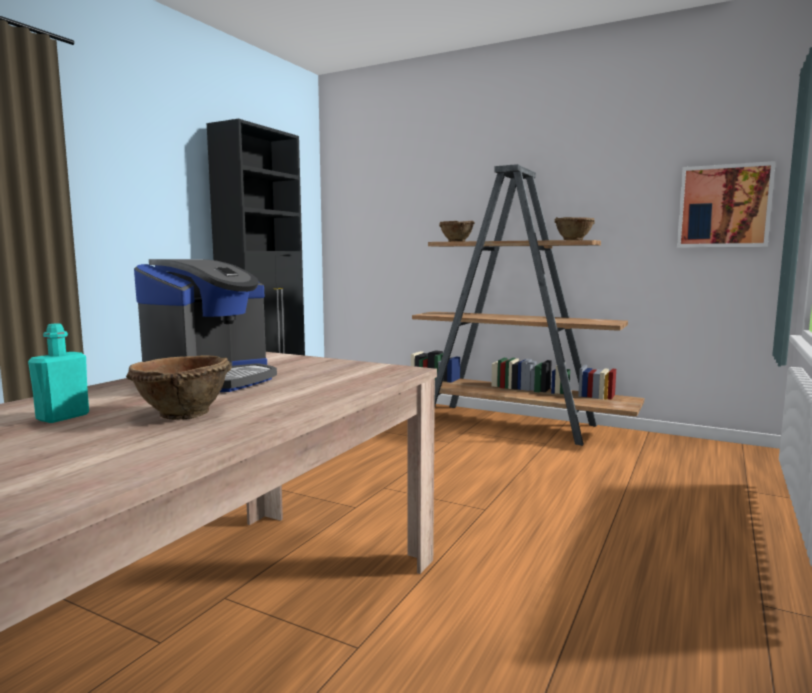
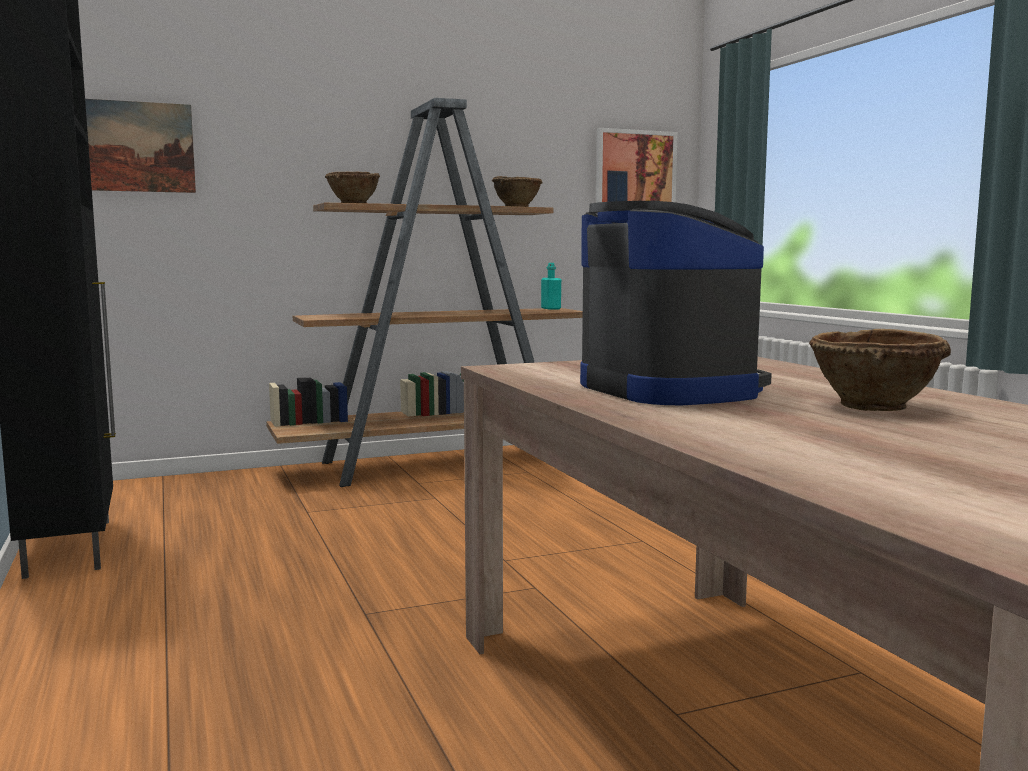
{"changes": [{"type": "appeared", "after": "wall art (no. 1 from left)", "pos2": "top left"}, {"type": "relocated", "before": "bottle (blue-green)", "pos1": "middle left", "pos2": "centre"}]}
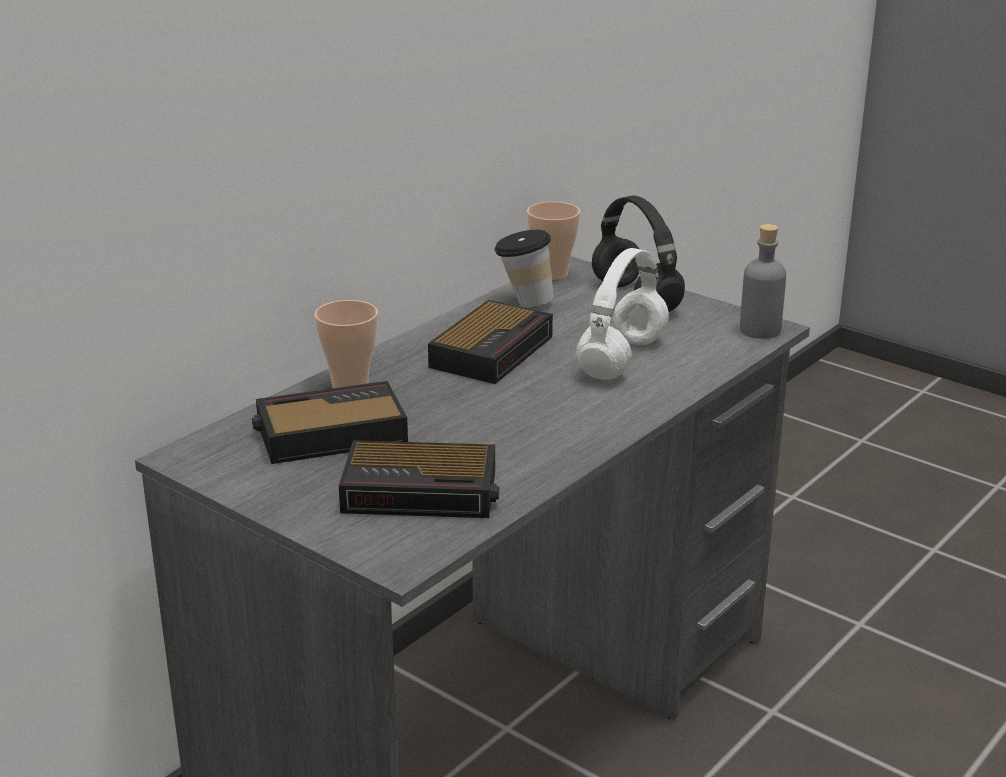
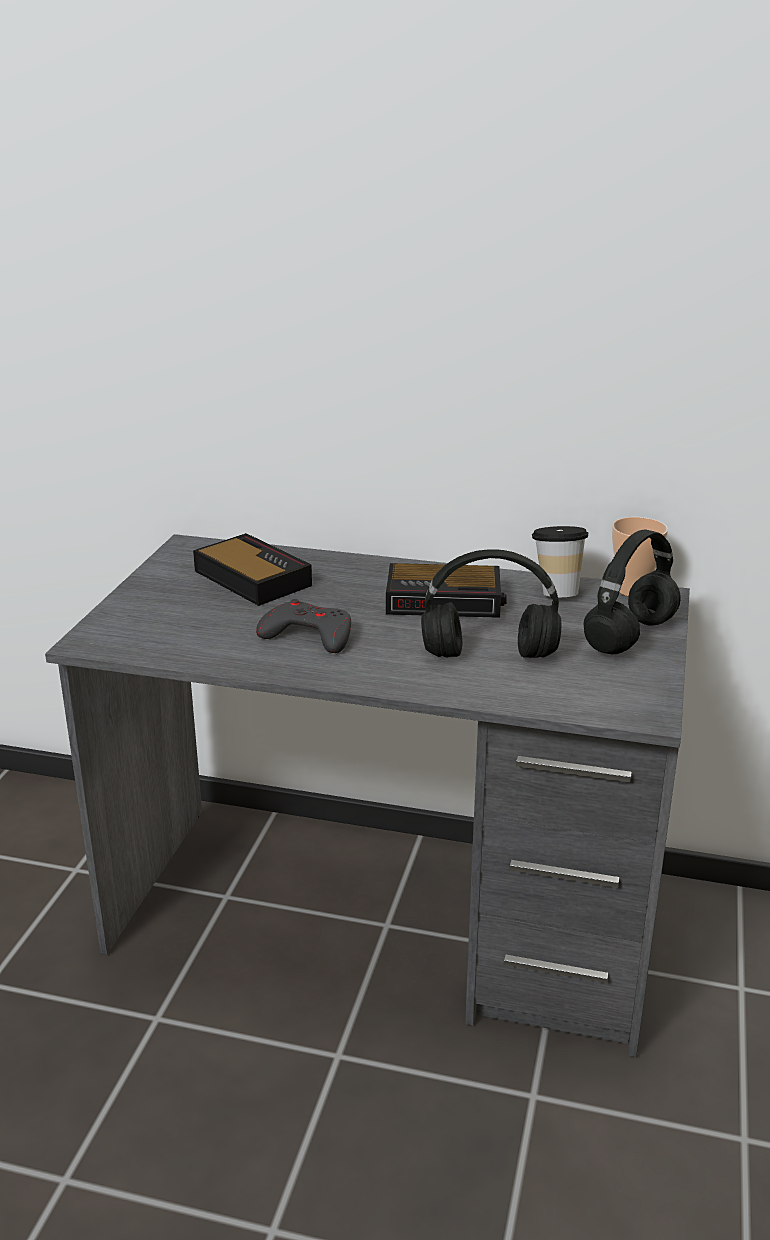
{"changes": [{"type": "missing", "before": "cup (no. 1 from left)", "pos1": "centre"}, {"type": "missing", "before": "bedside clock (no. 2 from left)", "pos1": "centre"}, {"type": "missing", "before": "bottle (grey)", "pos1": "middle right"}, {"type": "appeared", "after": "game controller (grey)", "pos2": "centre"}, {"type": "colour", "before": "pair of headphones (whitish)", "after": "pair of headphones (black-coloured) (no. 1 from left)", "pos1": "centre", "pos2": "centre"}]}
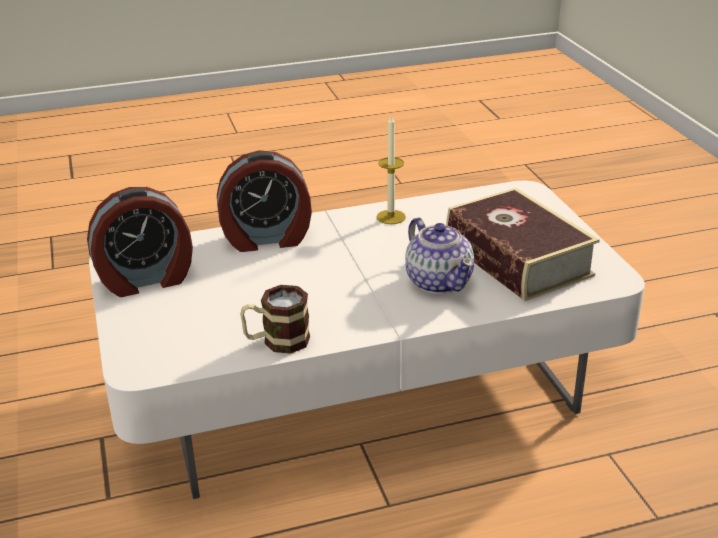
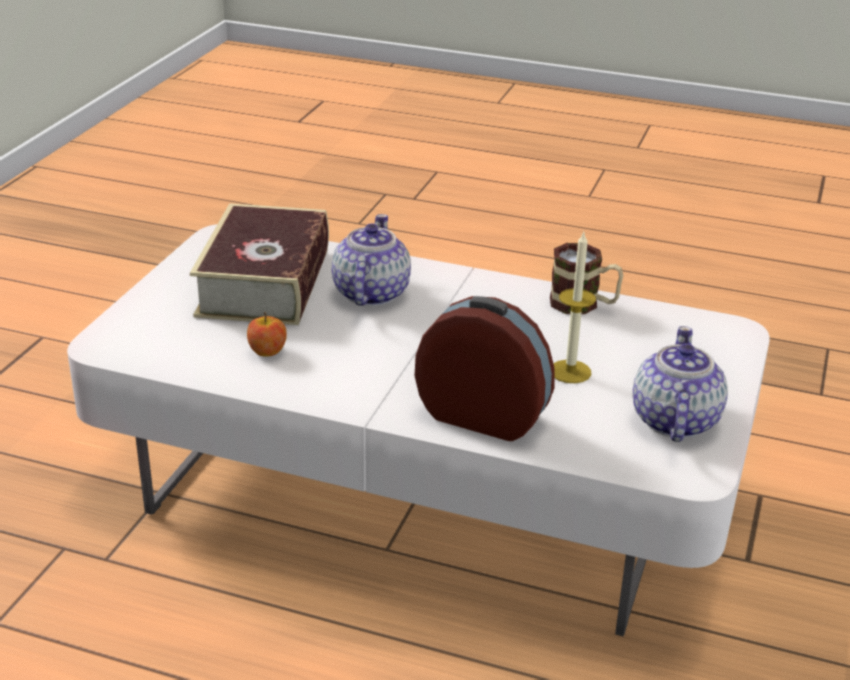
{"changes": [{"type": "appeared", "after": "apple fruit", "pos2": "middle left"}, {"type": "relocated", "before": "candle", "pos1": "top centre", "pos2": "middle right"}, {"type": "exchanged", "before": "bedside clock (no. 1 from left)", "after": "teapot (no. 2 from left)", "pos1": "middle left", "pos2": "middle right"}]}
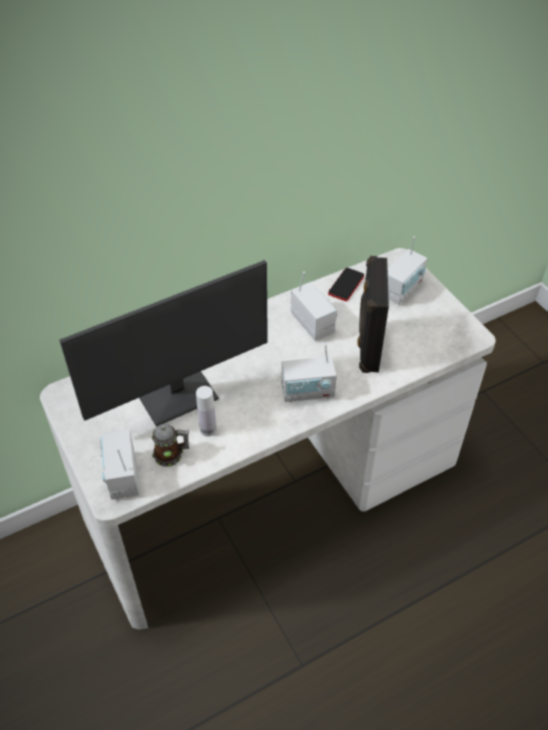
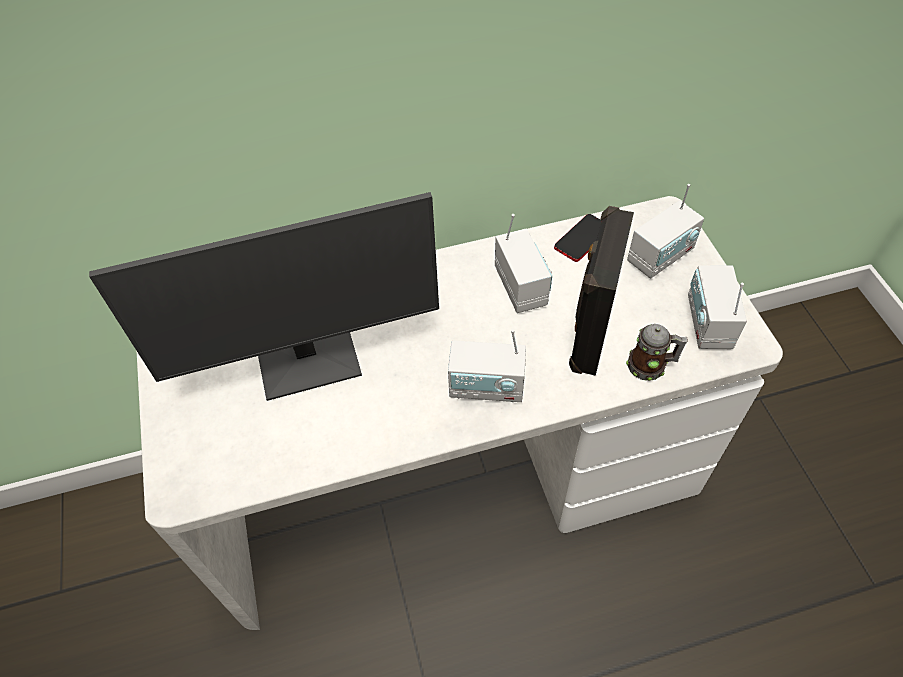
{"changes": [{"type": "missing", "before": "bottle (whitish)", "pos1": "centre"}, {"type": "relocated", "before": "radio set (no. 1 from left in the first image)", "after": "radio set (no. 4 from left)", "pos1": "middle left", "pos2": "middle right"}, {"type": "relocated", "before": "coffee mug", "pos1": "middle left", "pos2": "middle right"}]}
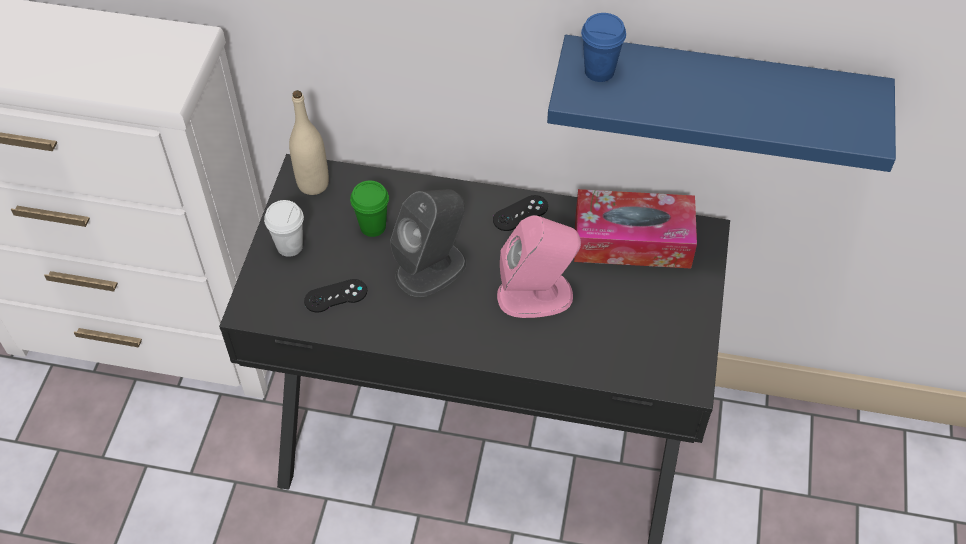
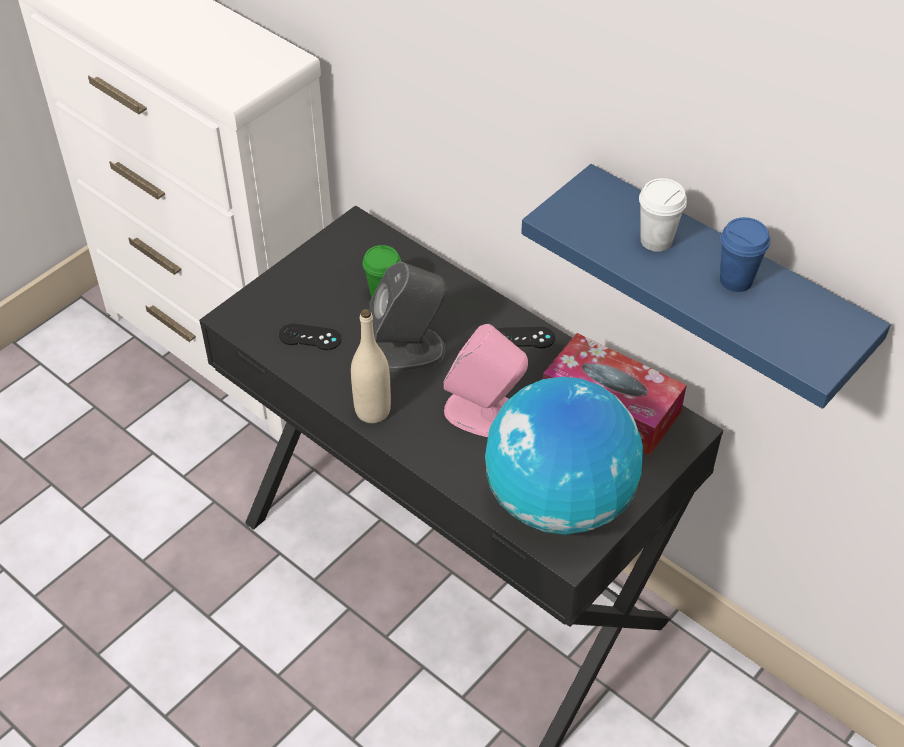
{"changes": [{"type": "appeared", "after": "globe", "pos2": "centre"}, {"type": "relocated", "before": "cup (whitish)", "pos1": "middle left", "pos2": "top right"}, {"type": "relocated", "before": "bottle (beige)", "pos1": "top left", "pos2": "centre"}, {"type": "relocated", "before": "cup (blue)", "pos1": "top centre", "pos2": "middle right"}]}
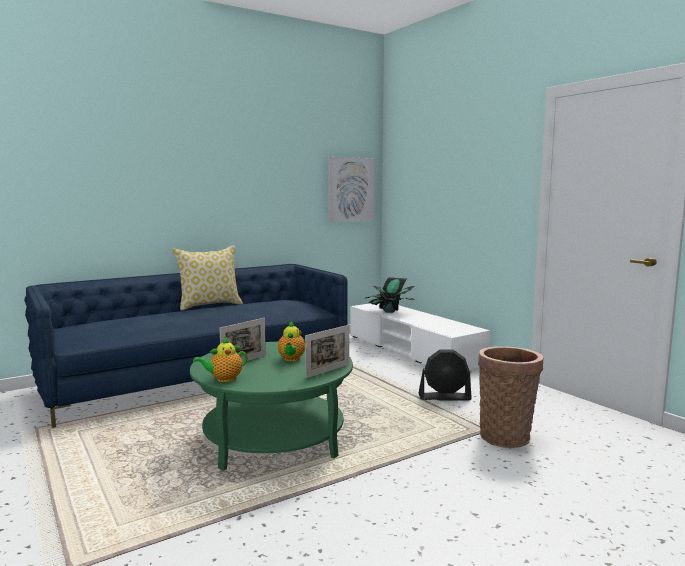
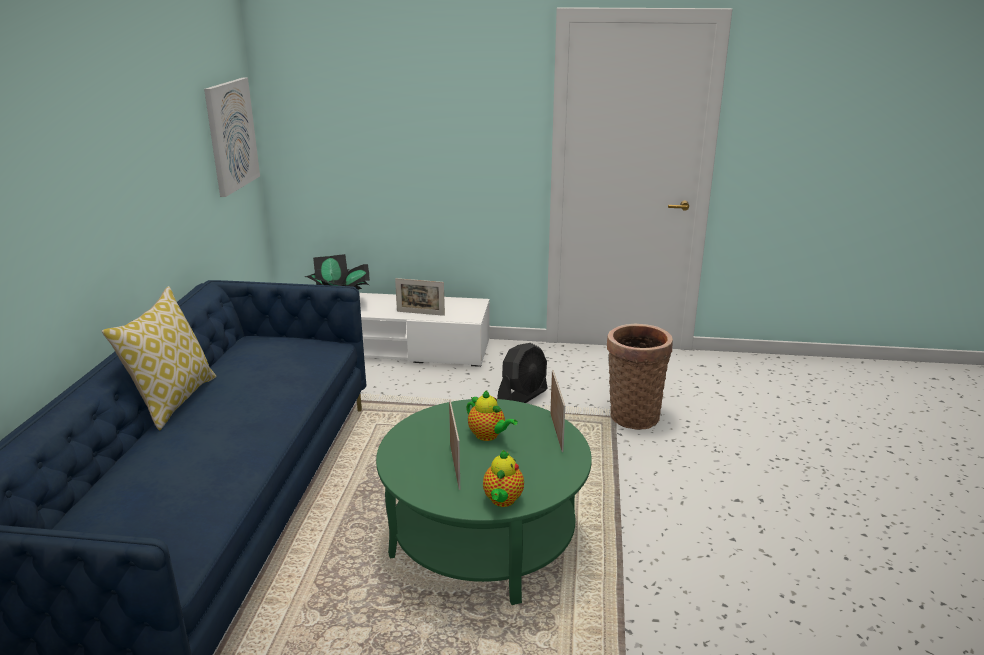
{"changes": [{"type": "appeared", "after": "picture frame (no. 1 from left)", "pos2": "centre"}]}
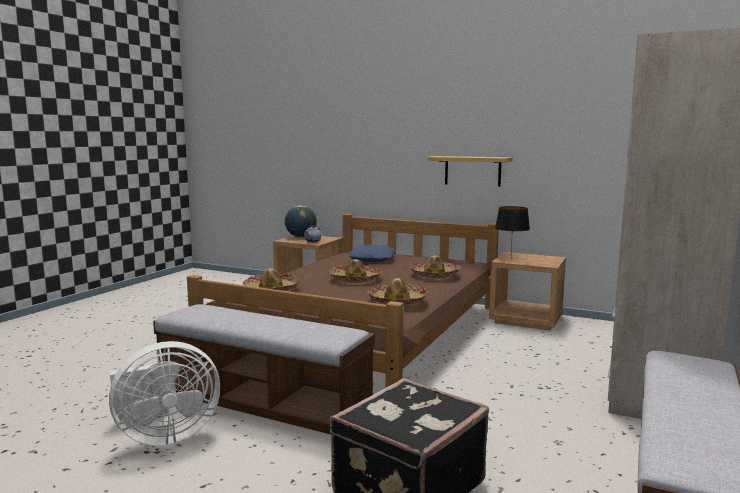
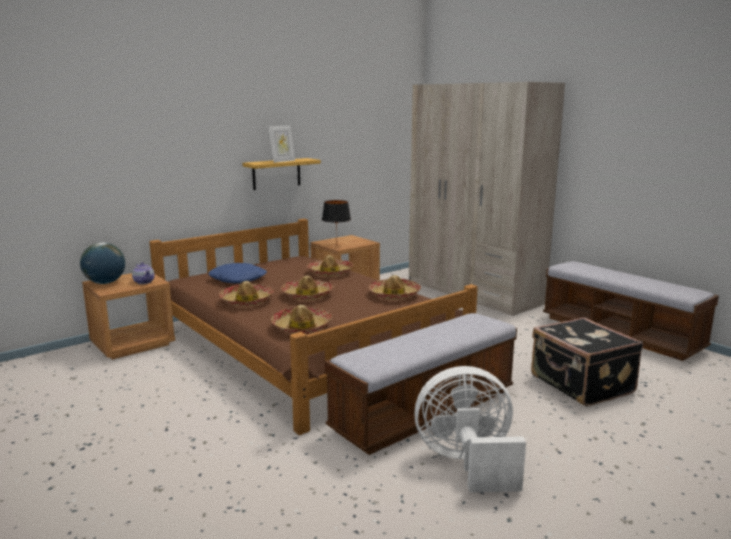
{"changes": [{"type": "appeared", "after": "clothing hat (no. 1 from left)", "pos2": "centre"}, {"type": "appeared", "after": "picture frame", "pos2": "top centre"}, {"type": "spun", "before": "cooling fan (whitish)", "pos1": "bottom left", "pos2": "bottom centre", "turn": -90}]}
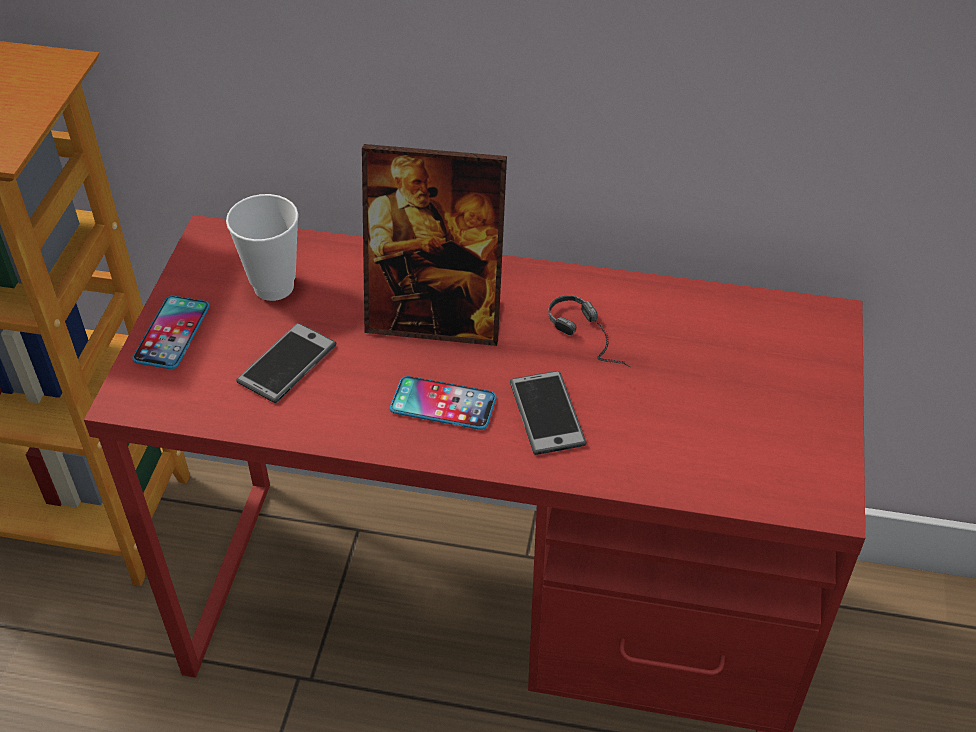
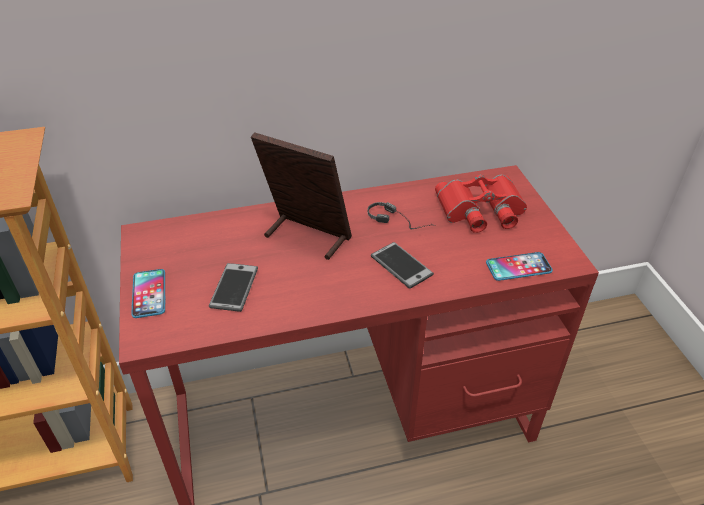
{"changes": [{"type": "missing", "before": "cup", "pos1": "middle left"}, {"type": "appeared", "after": "field glasses (reddish)", "pos2": "middle right"}, {"type": "relocated", "before": "handset (no. 3 from left in the first image)", "after": "handset (no. 4 from left)", "pos1": "centre", "pos2": "middle right"}, {"type": "spun", "before": "picture frame", "pos1": "centre", "pos2": "centre", "turn": -135}]}
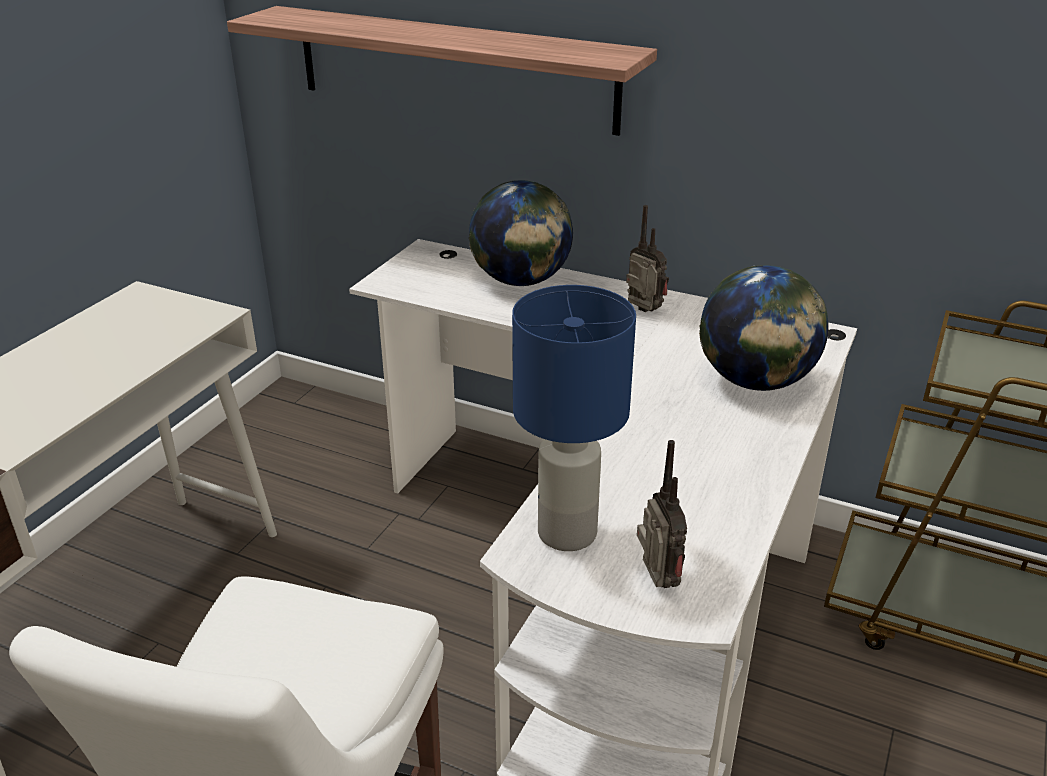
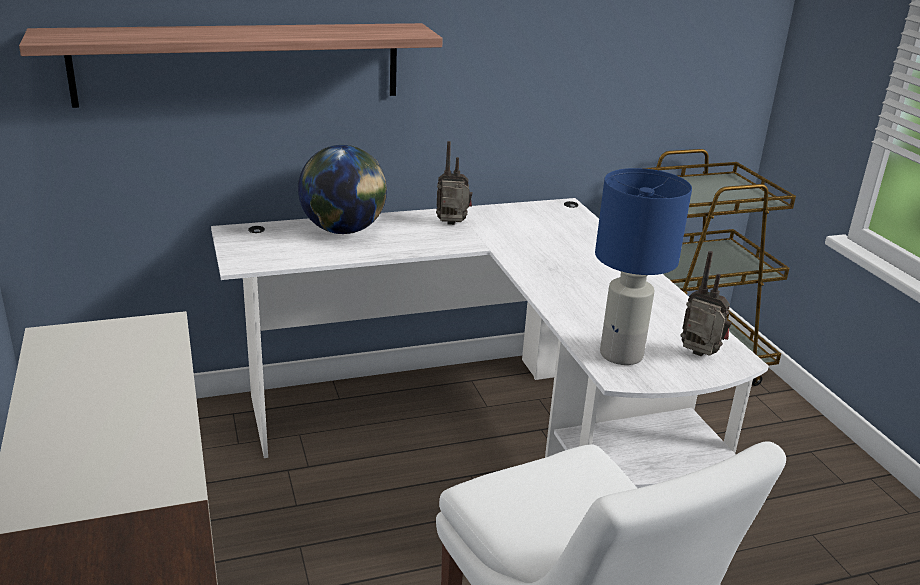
{"changes": [{"type": "missing", "before": "globe (no. 2 from left)", "pos1": "middle right"}]}
